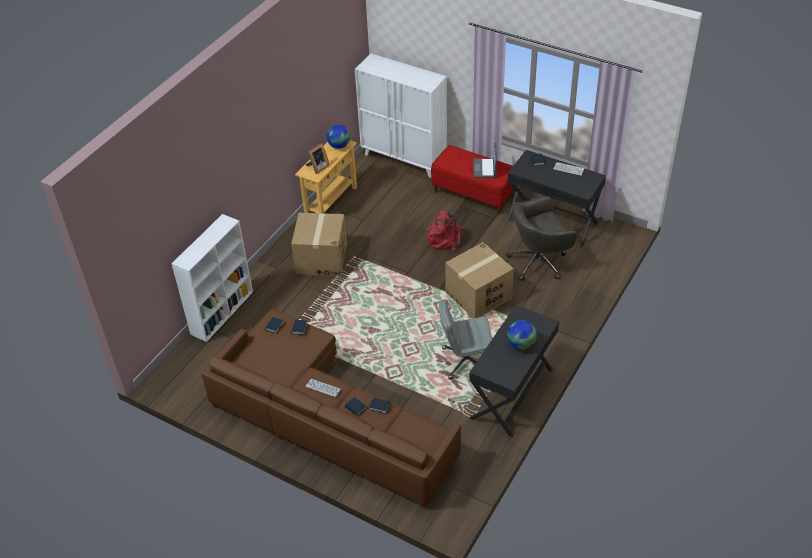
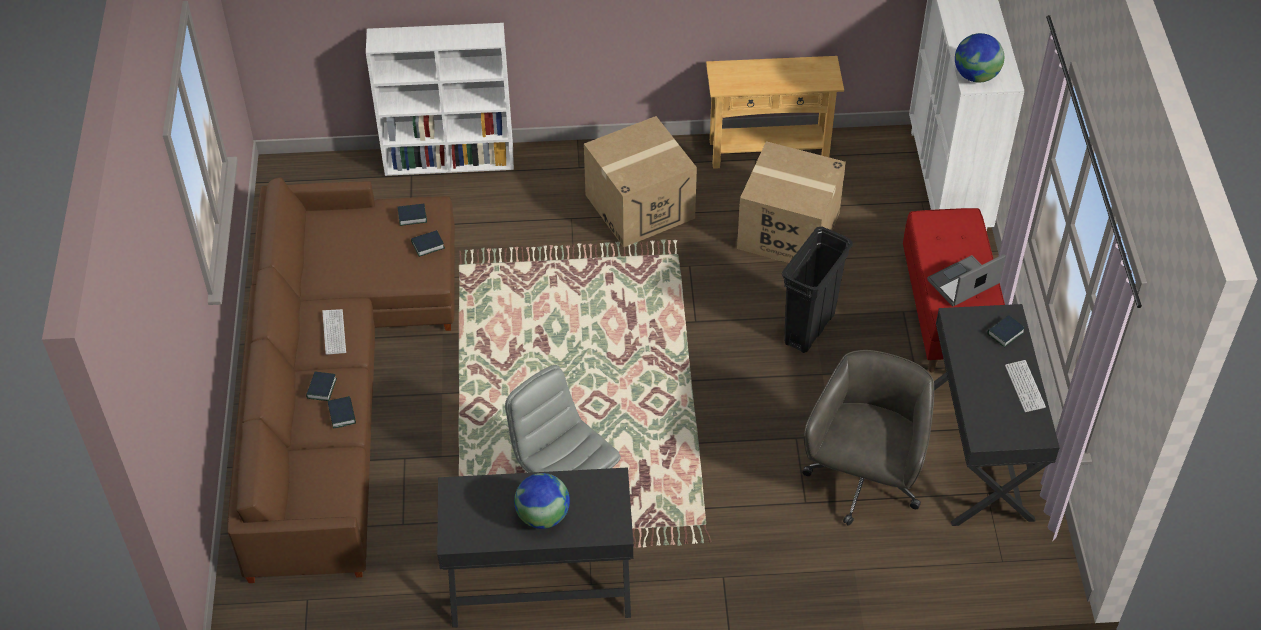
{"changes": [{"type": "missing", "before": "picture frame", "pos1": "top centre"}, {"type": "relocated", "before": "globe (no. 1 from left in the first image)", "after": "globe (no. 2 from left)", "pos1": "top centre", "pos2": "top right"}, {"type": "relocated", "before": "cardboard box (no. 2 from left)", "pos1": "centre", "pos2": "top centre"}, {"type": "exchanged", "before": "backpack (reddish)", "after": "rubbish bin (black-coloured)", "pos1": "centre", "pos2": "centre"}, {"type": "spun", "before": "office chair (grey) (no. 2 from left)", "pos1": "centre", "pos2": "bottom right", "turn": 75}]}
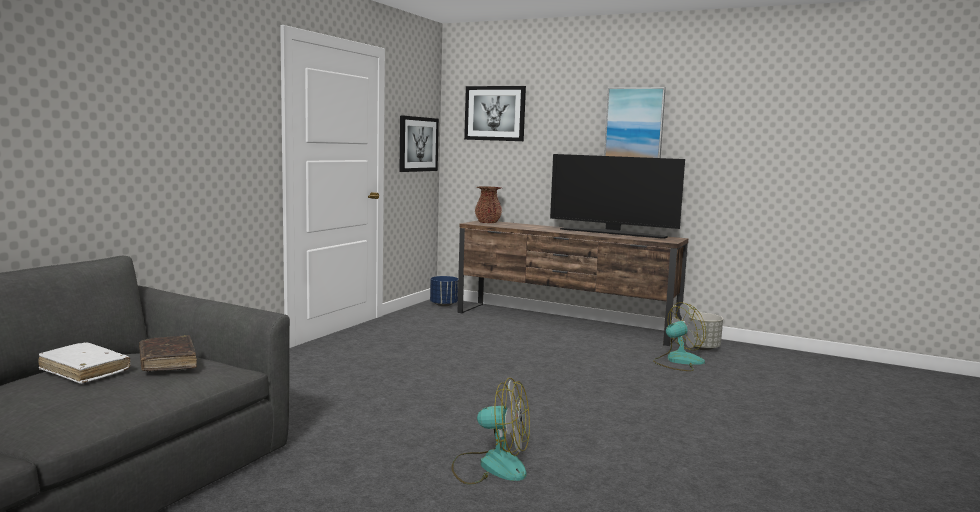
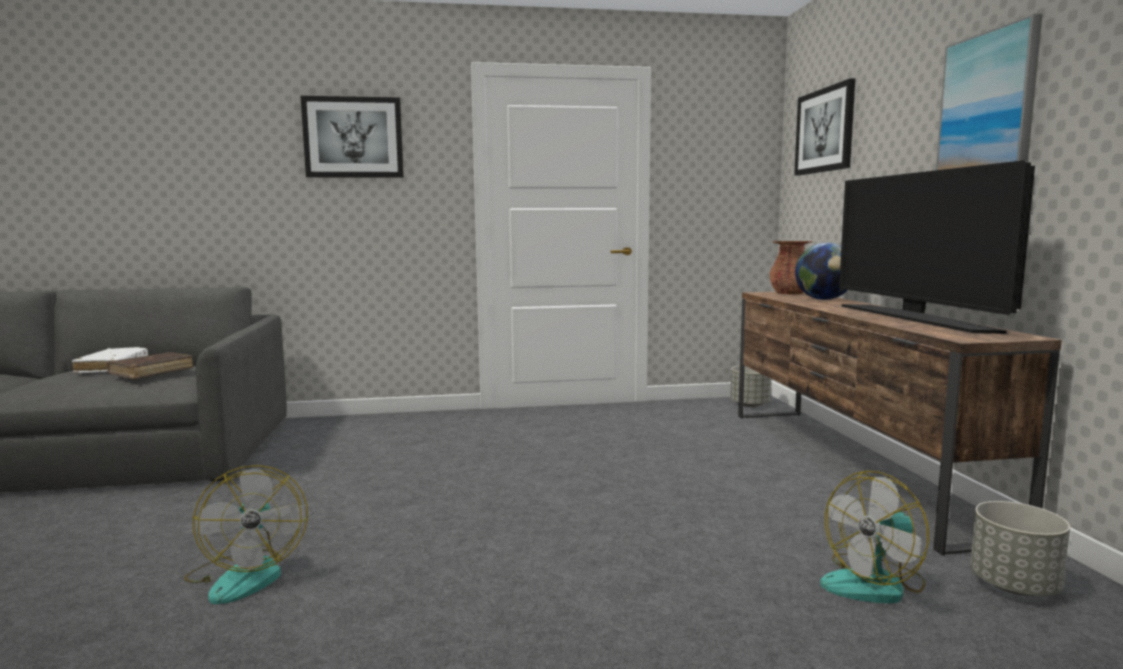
{"changes": [{"type": "appeared", "after": "globe", "pos2": "middle right"}, {"type": "relocated", "before": "wall art (no. 1 from left)", "pos1": "top centre", "pos2": "top left"}, {"type": "colour", "before": "planter (blue)", "after": "planter (grey) (no. 1 from left)", "pos1": "centre", "pos2": "middle right"}, {"type": "spun", "before": "cooling fan (no. 2 from left)", "pos1": "middle right", "pos2": "bottom right", "turn": 120}]}
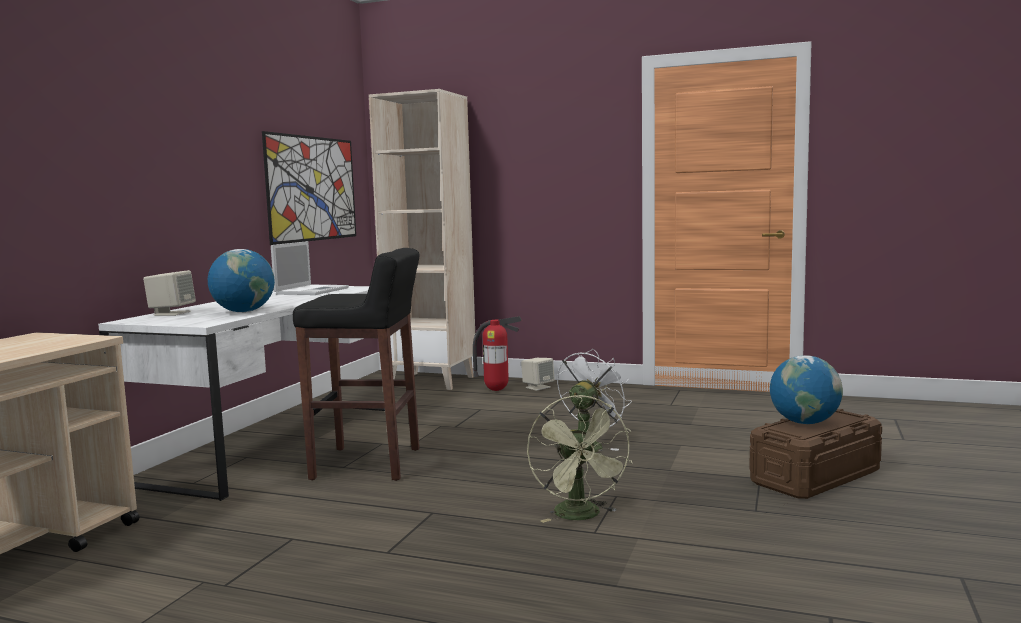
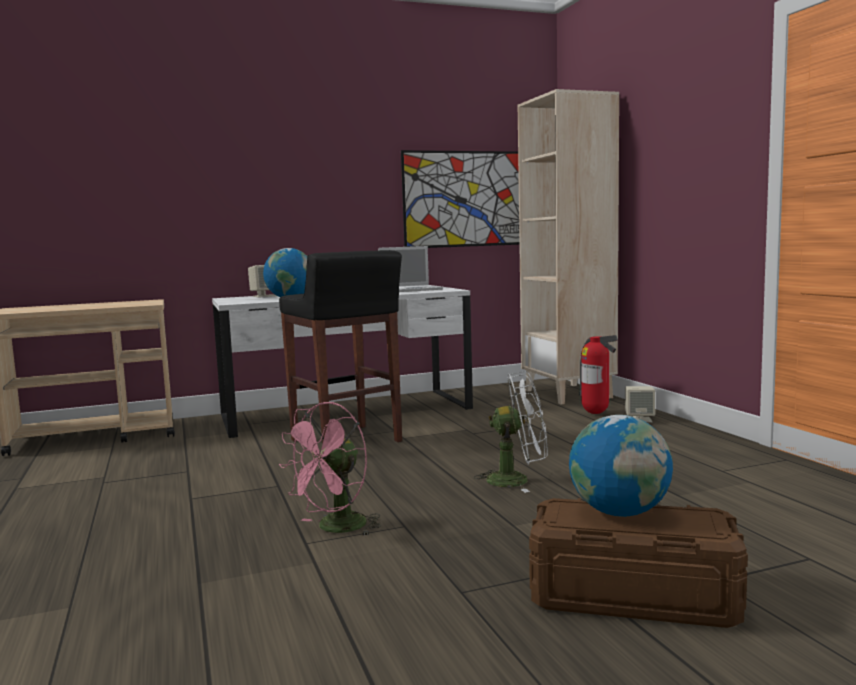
{"changes": [{"type": "colour", "before": "cooling fan (greenish)", "after": "cooling fan (pink-coloured)", "pos1": "bottom centre", "pos2": "bottom centre"}]}
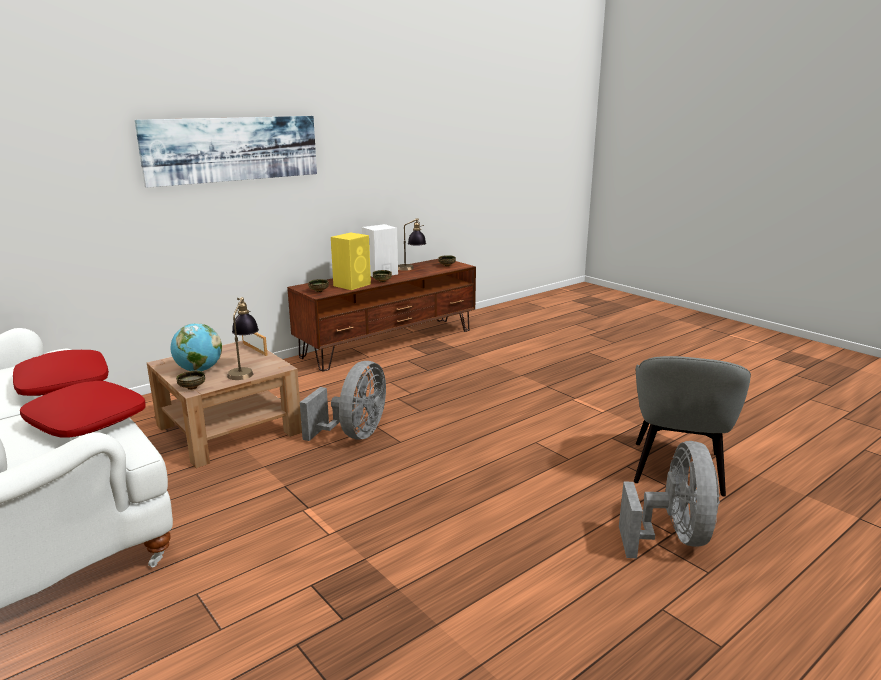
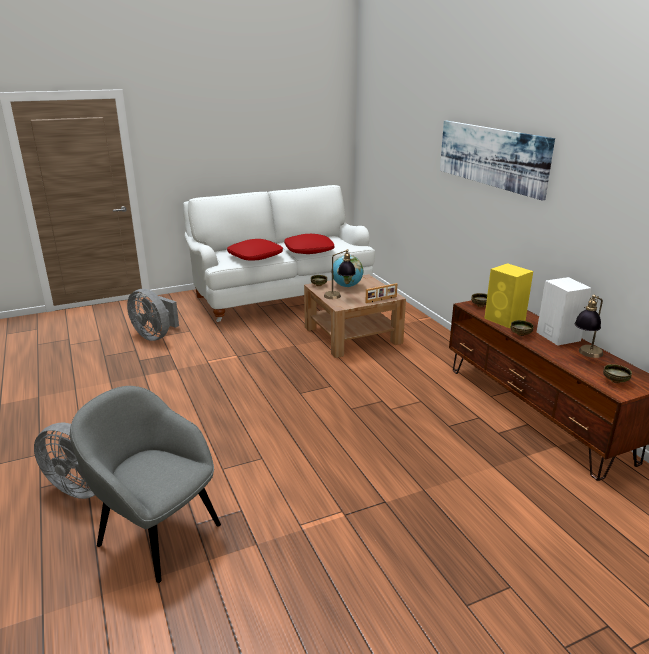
{"changes": [{"type": "relocated", "before": "cooling fan (grey) (no. 1 from left in the first image)", "after": "cooling fan (grey) (no. 2 from left)", "pos1": "centre", "pos2": "middle left"}]}
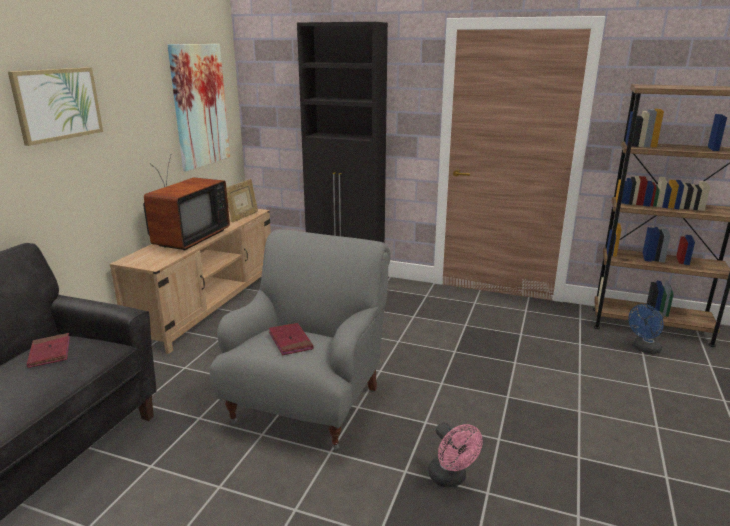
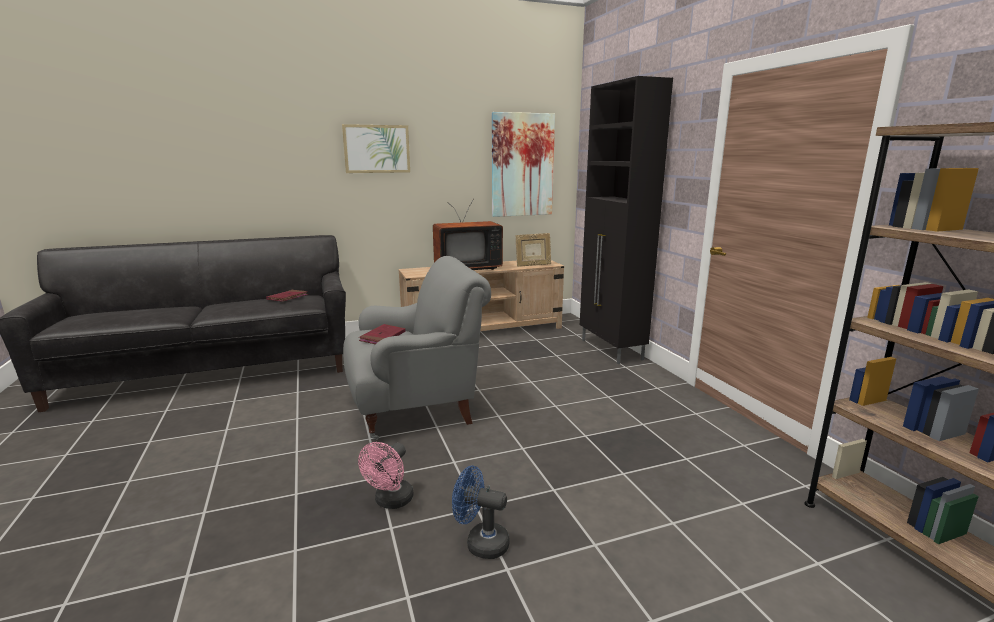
{"changes": [{"type": "relocated", "before": "cooling fan (blue)", "pos1": "middle right", "pos2": "bottom centre"}]}
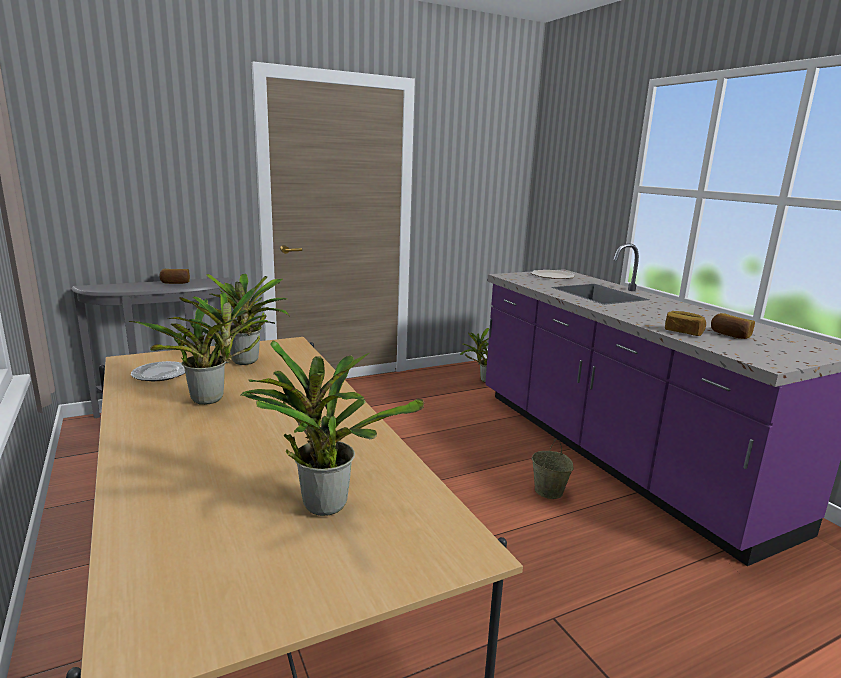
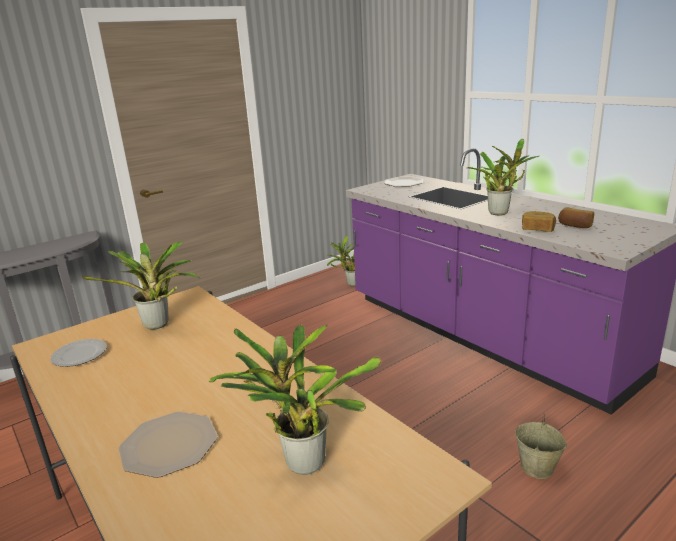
{"changes": [{"type": "missing", "before": "baked bread (no. 1 from left)", "pos1": "middle left"}, {"type": "appeared", "after": "flat dish (no. 2 from left)", "pos2": "bottom left"}, {"type": "relocated", "before": "plant in a pot (no. 1 from left in the first image)", "after": "plant in a pot (no. 4 from left)", "pos1": "middle left", "pos2": "top right"}, {"type": "relocated", "before": "water bucket (beige)", "pos1": "bottom centre", "pos2": "bottom right"}]}
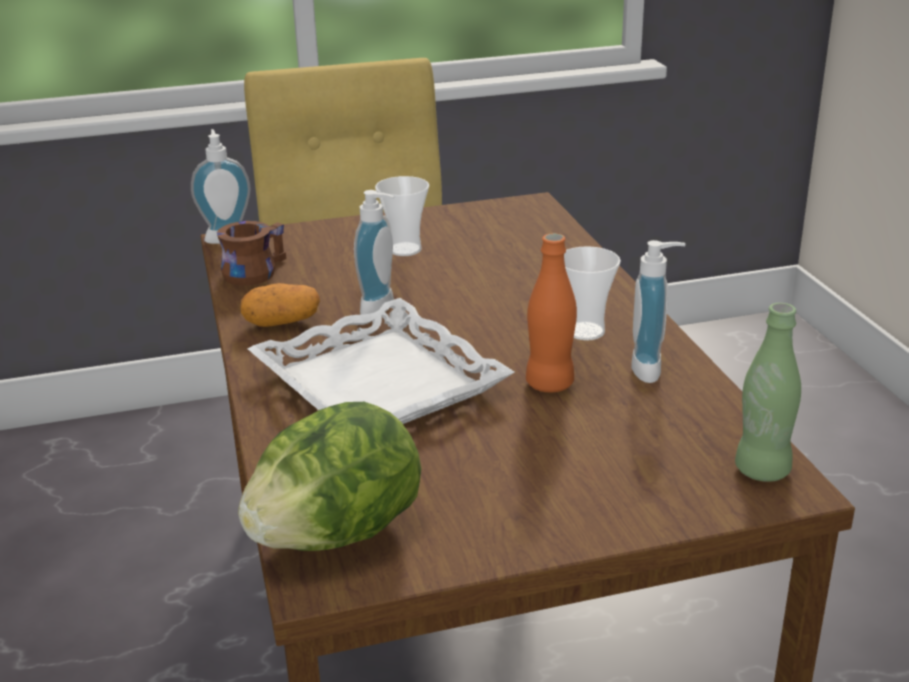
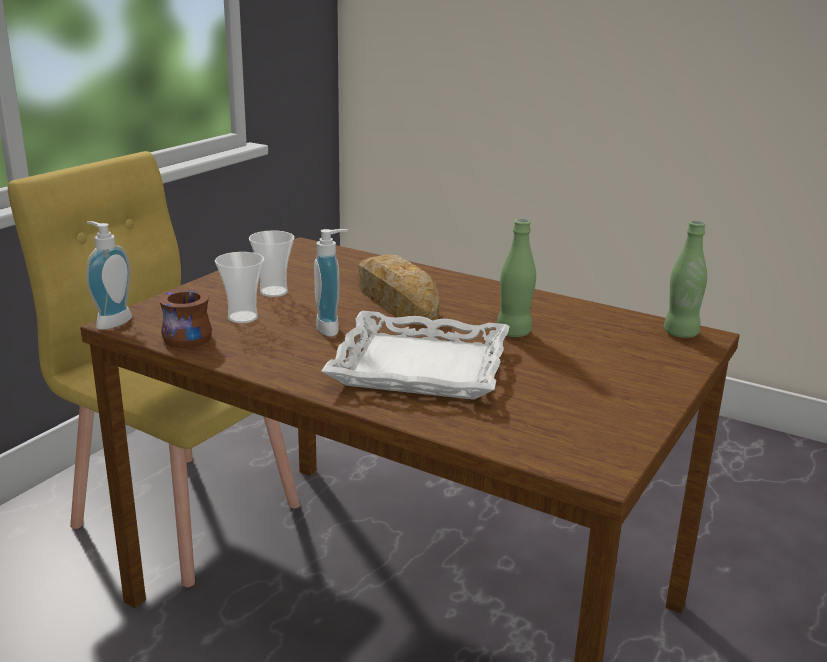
{"changes": [{"type": "missing", "before": "head of lettuce", "pos1": "bottom centre"}, {"type": "missing", "before": "potato", "pos1": "middle left"}, {"type": "missing", "before": "liquid soap bottle (no. 3 from left)", "pos1": "middle right"}, {"type": "appeared", "after": "baked bread", "pos2": "centre"}, {"type": "relocated", "before": "cup (no. 2 from left in the first image)", "after": "cup (no. 1 from left)", "pos1": "centre", "pos2": "middle left"}, {"type": "colour", "before": "bottle (orange-coloured)", "after": "bottle (greenish) (no. 1 from left)", "pos1": "centre", "pos2": "centre"}]}
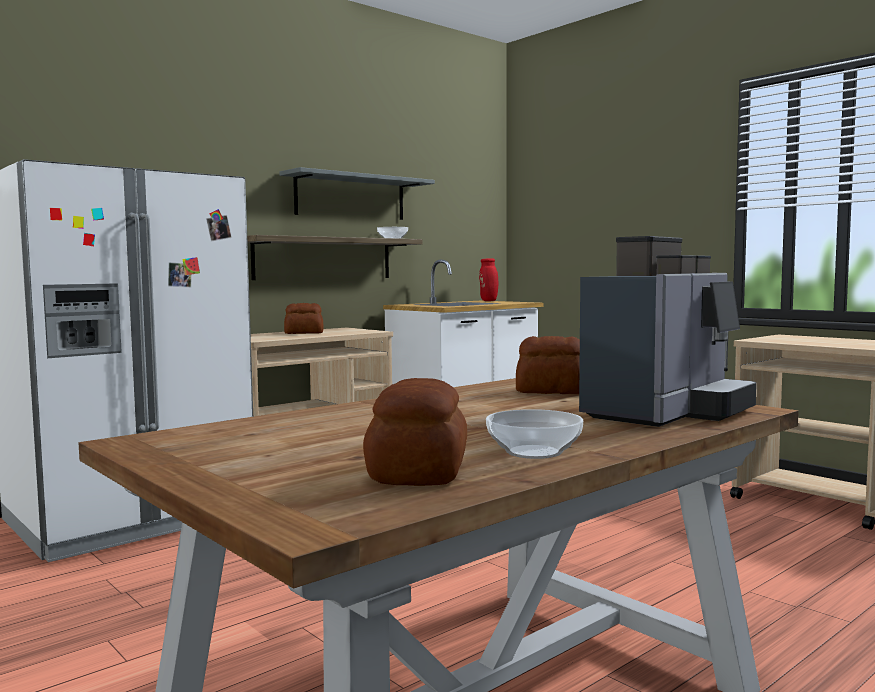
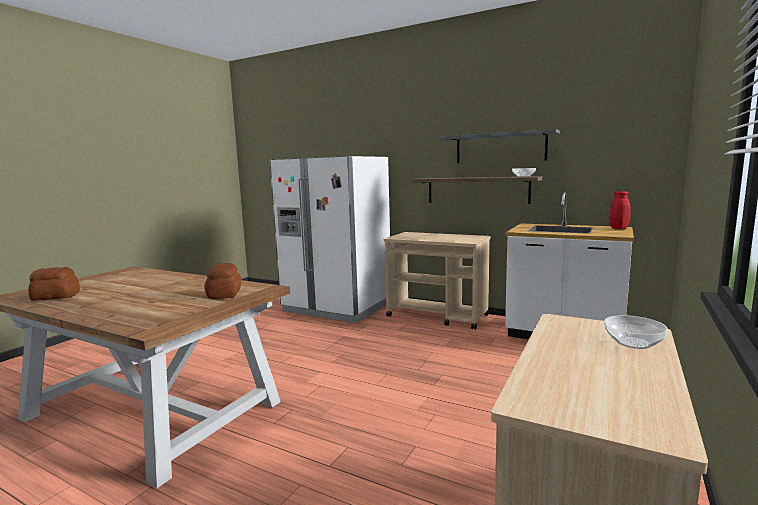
{"changes": [{"type": "missing", "before": "baked bread (no. 1 from left)", "pos1": "centre"}, {"type": "missing", "before": "coffee machine", "pos1": "middle right"}, {"type": "relocated", "before": "deep dish (no. 2 from left)", "pos1": "centre", "pos2": "middle right"}]}
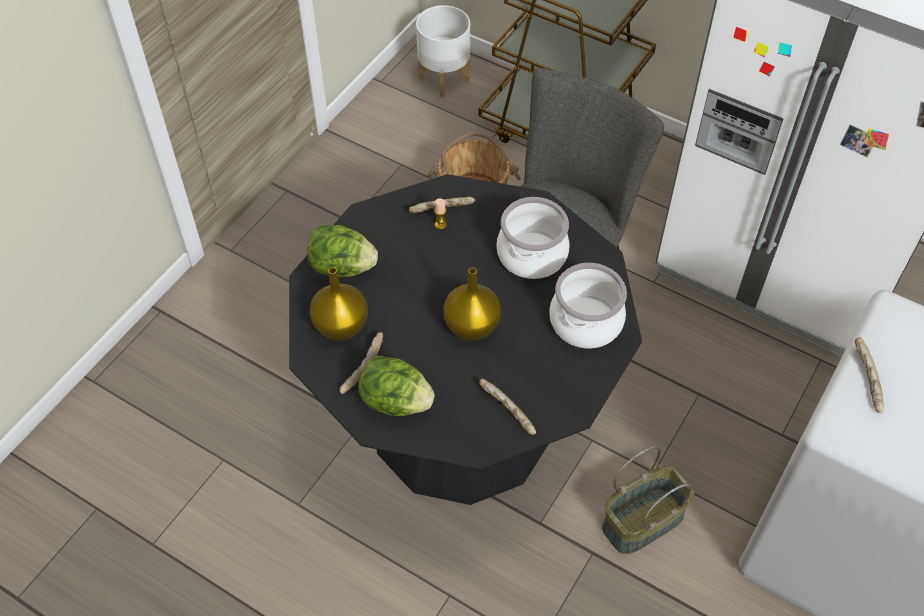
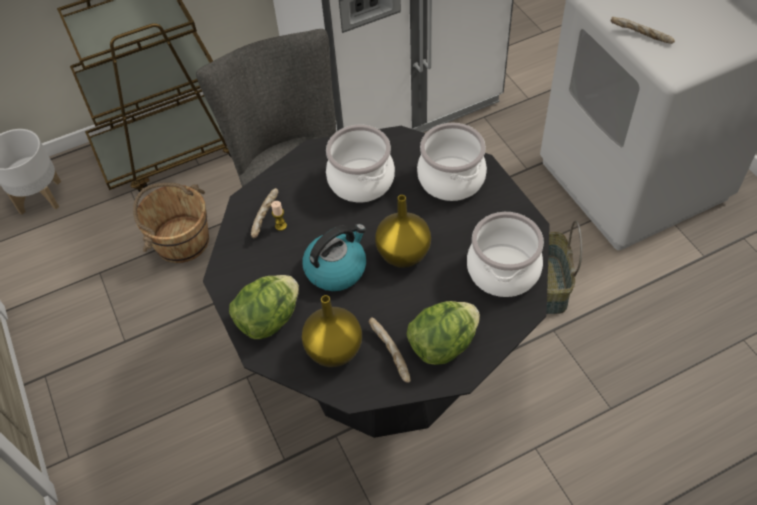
{"changes": [{"type": "appeared", "after": "tea kettle", "pos2": "centre"}, {"type": "exchanged", "before": "baked bread (no. 3 from left)", "after": "cooking pot (no. 3 from left)", "pos1": "centre", "pos2": "middle right"}]}
